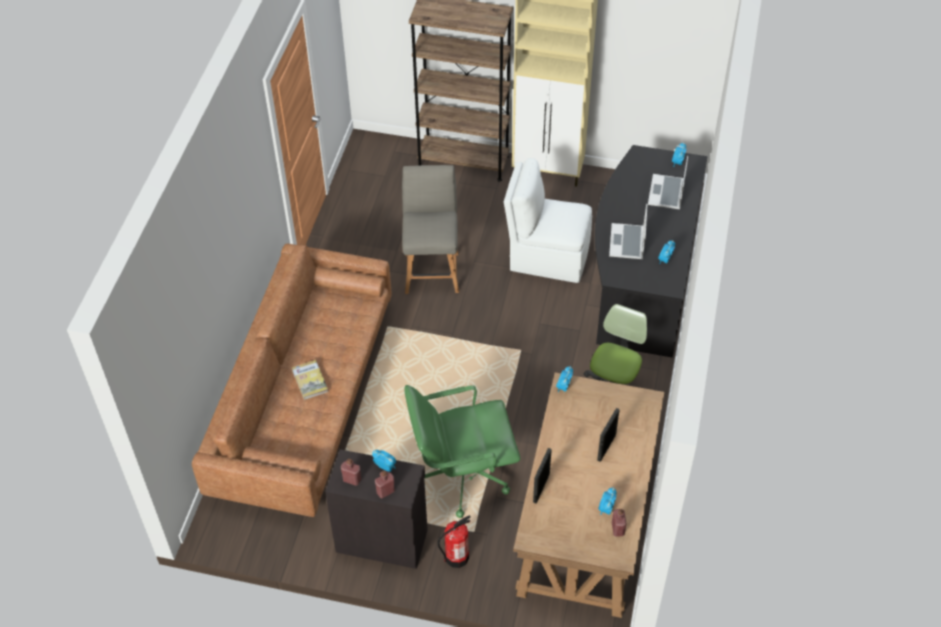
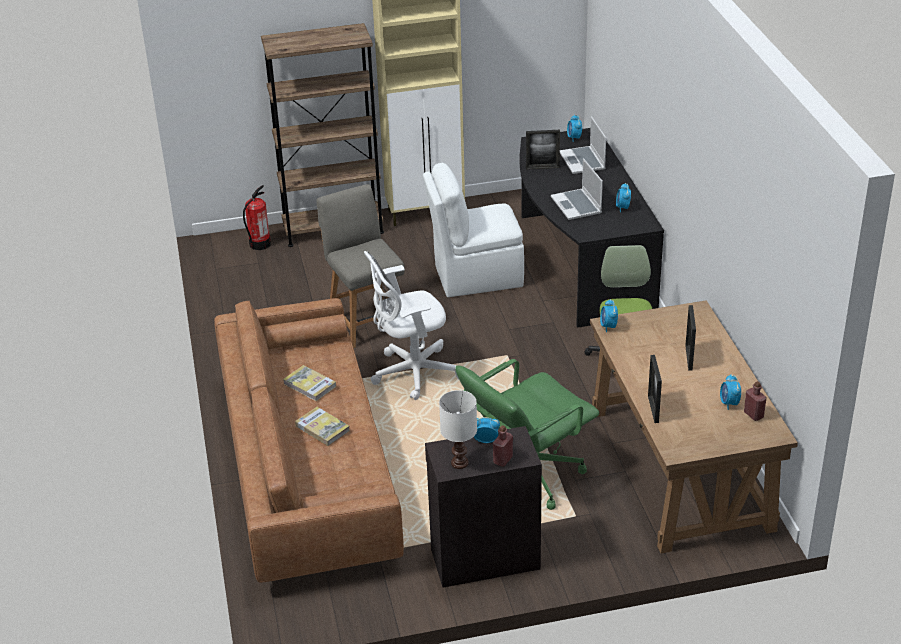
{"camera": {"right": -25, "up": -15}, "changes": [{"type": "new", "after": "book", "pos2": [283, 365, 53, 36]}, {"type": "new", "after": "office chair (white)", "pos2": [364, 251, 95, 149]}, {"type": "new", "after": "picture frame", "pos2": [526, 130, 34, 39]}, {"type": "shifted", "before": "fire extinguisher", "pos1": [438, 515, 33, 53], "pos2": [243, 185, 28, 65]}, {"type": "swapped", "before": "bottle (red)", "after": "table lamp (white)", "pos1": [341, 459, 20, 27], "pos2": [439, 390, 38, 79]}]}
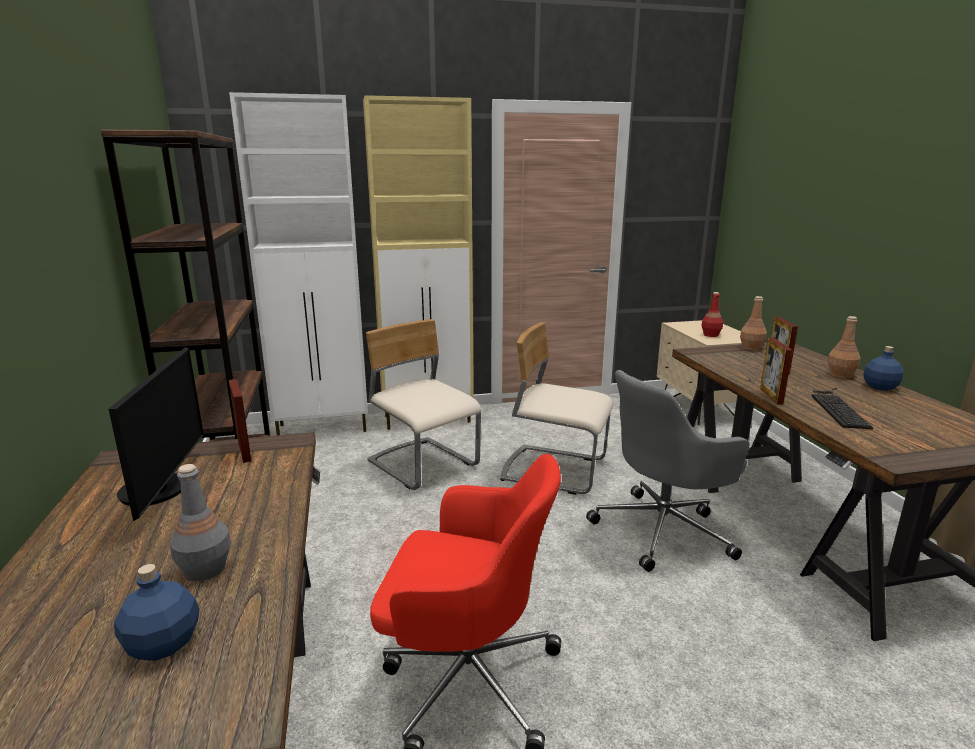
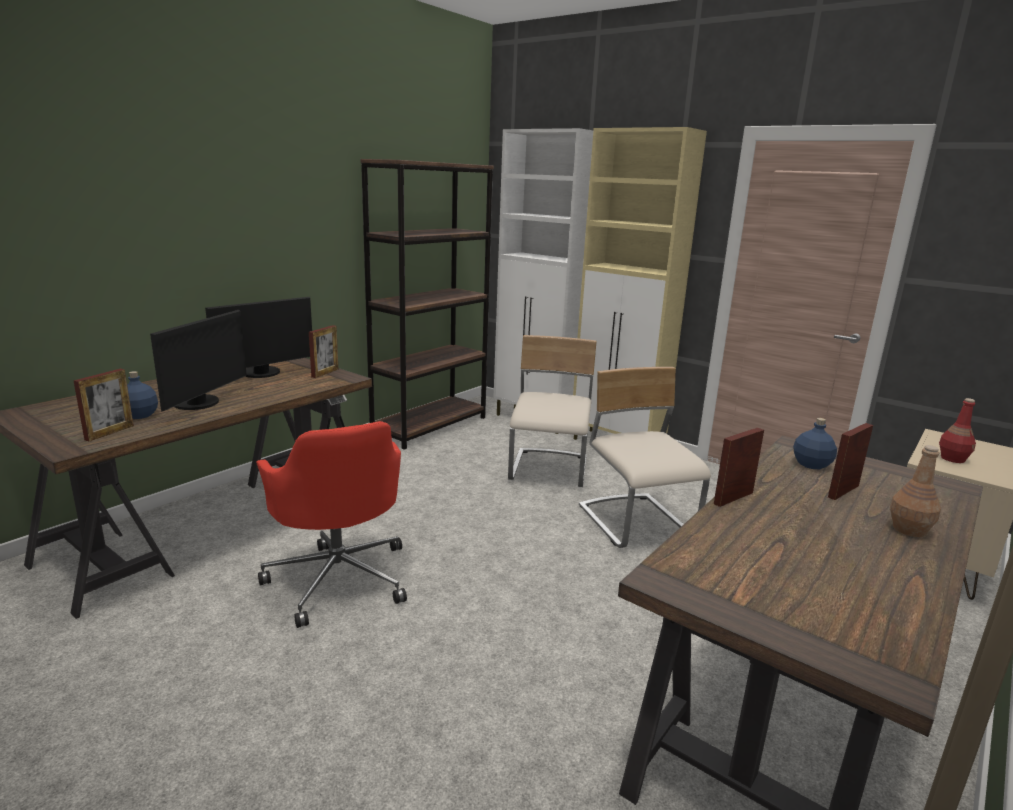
{"camera": {"right": 50, "up": 0}, "changes": [{"type": "gone", "before": "office chair (grey)", "pos1": [586, 370, 163, 202]}, {"type": "gone", "before": "bottle (brown)", "pos1": [740, 296, 27, 55]}, {"type": "gone", "before": "keyboard", "pos1": [812, 388, 61, 41]}, {"type": "new", "after": "picture frame", "pos2": [74, 369, 60, 72]}, {"type": "shifted", "before": "bottle (blue)", "pos1": [863, 346, 41, 45], "pos2": [793, 418, 44, 51]}, {"type": "swapped", "before": "bottle (grey)", "after": "monitor", "pos1": [170, 464, 61, 117], "pos2": [150, 310, 97, 102]}]}
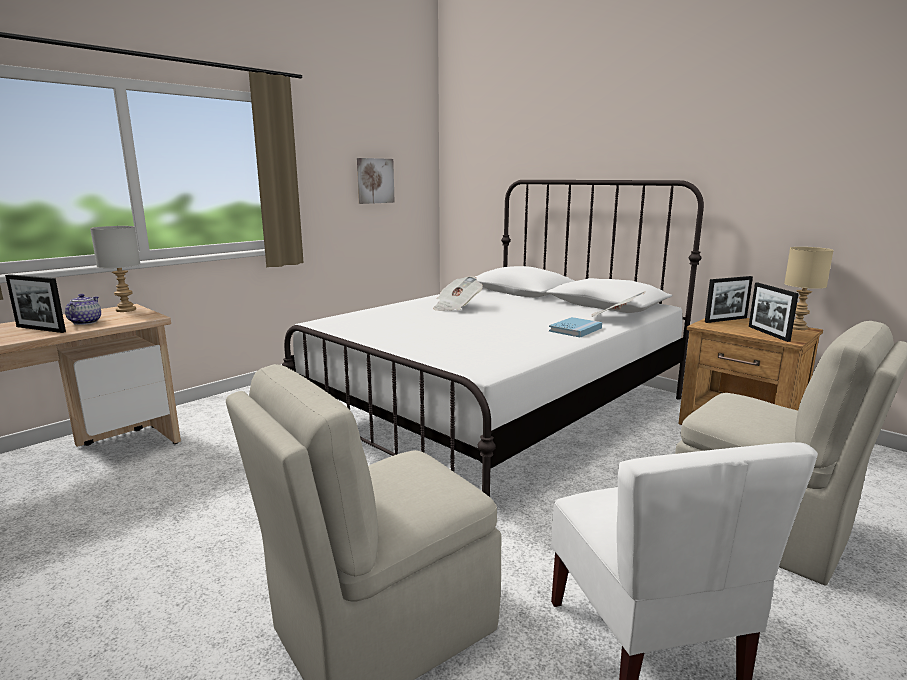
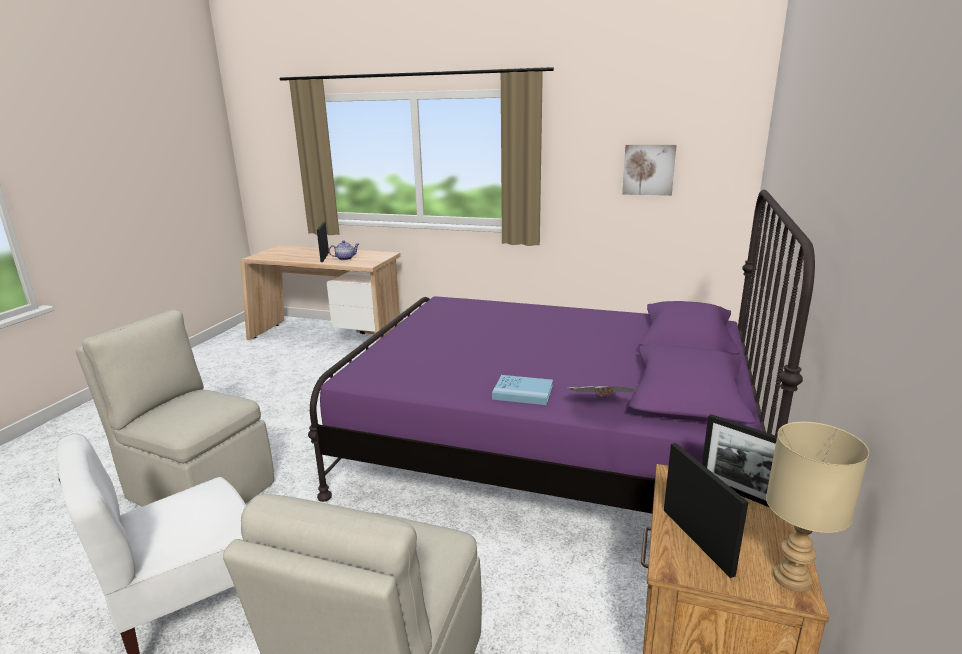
{"camera": {"right": 65, "up": 5}, "changes": [{"type": "gone", "before": "table lamp (grey)", "pos1": [90, 226, 50, 86]}, {"type": "gone", "before": "newspaper", "pos1": [433, 276, 50, 35]}, {"type": "repainted", "before": "bed (white)", "after": "bed (purple)", "pos1": [282, 180, 422, 317], "pos2": [308, 190, 507, 324]}, {"type": "rotated", "before": "picture frame", "pos1": [749, 283, 50, 59], "pos2": [664, 443, 84, 135], "turn": 105}]}
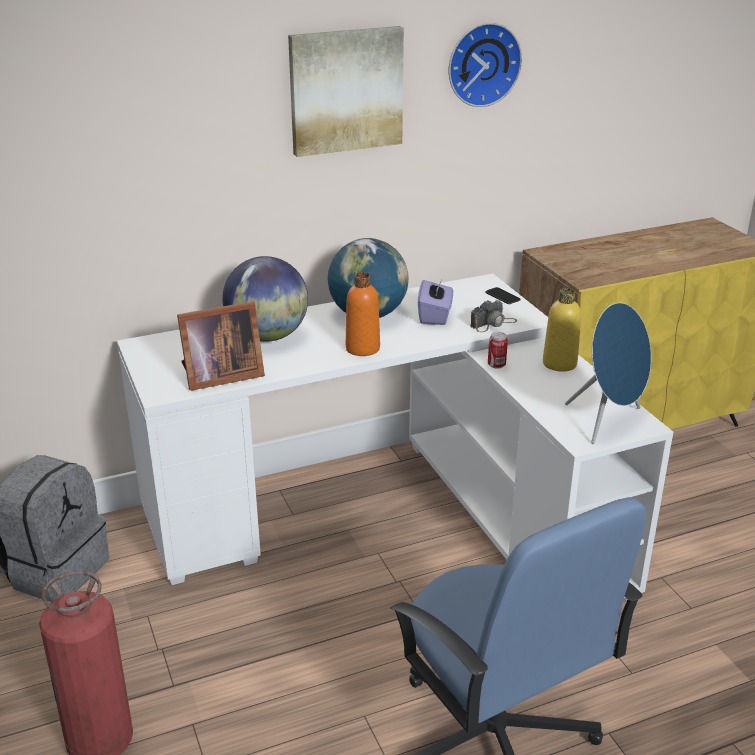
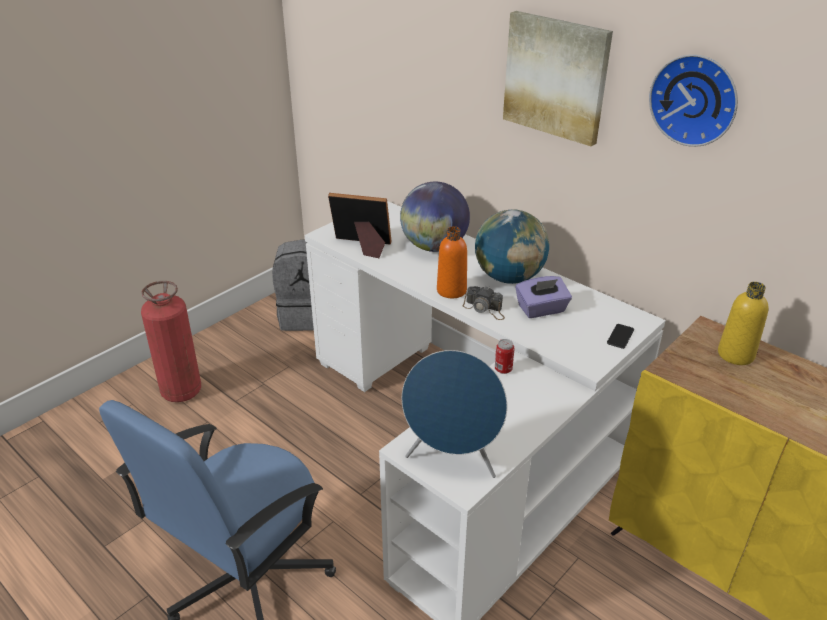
{"camera": {"right": 65, "up": 5}, "changes": [{"type": "shifted", "before": "photo camera", "pos1": [470, 300, 47, 32], "pos2": [463, 286, 42, 34]}, {"type": "shifted", "before": "bottle (yellow)", "pos1": [543, 288, 38, 84], "pos2": [718, 282, 50, 83]}, {"type": "rotated", "before": "picture frame", "pos1": [177, 301, 88, 90], "pos2": [328, 193, 64, 65], "turn": 150}]}
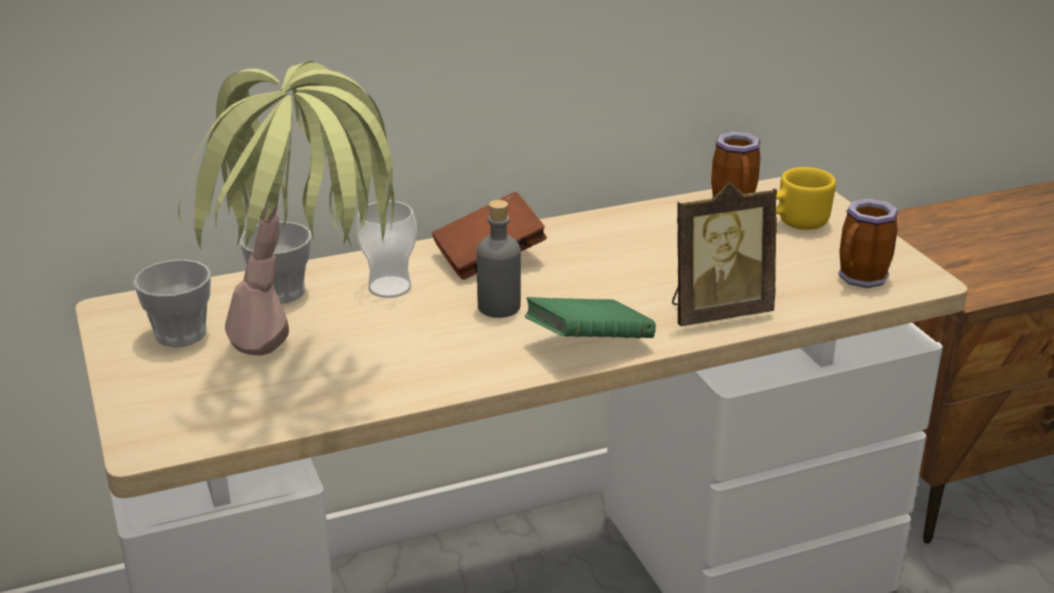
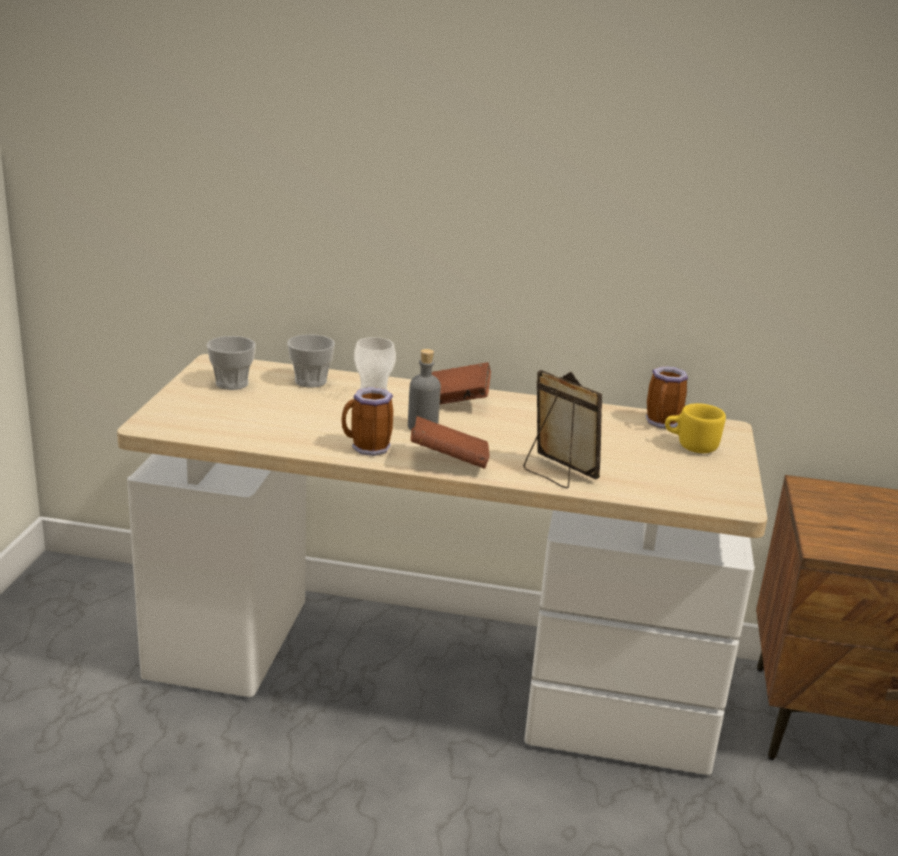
{"camera": {"right": 30, "up": -5}, "changes": [{"type": "gone", "before": "potted plant", "pos1": [178, 61, 216, 294]}, {"type": "shifted", "before": "mug", "pos1": [838, 198, 61, 90], "pos2": [341, 387, 52, 69]}, {"type": "repainted", "before": "book (green)", "after": "book (brown)", "pos1": [524, 297, 132, 41], "pos2": [411, 416, 79, 53]}, {"type": "rotated", "before": "picture frame", "pos1": [672, 182, 105, 144], "pos2": [523, 370, 79, 119], "turn": -150}]}
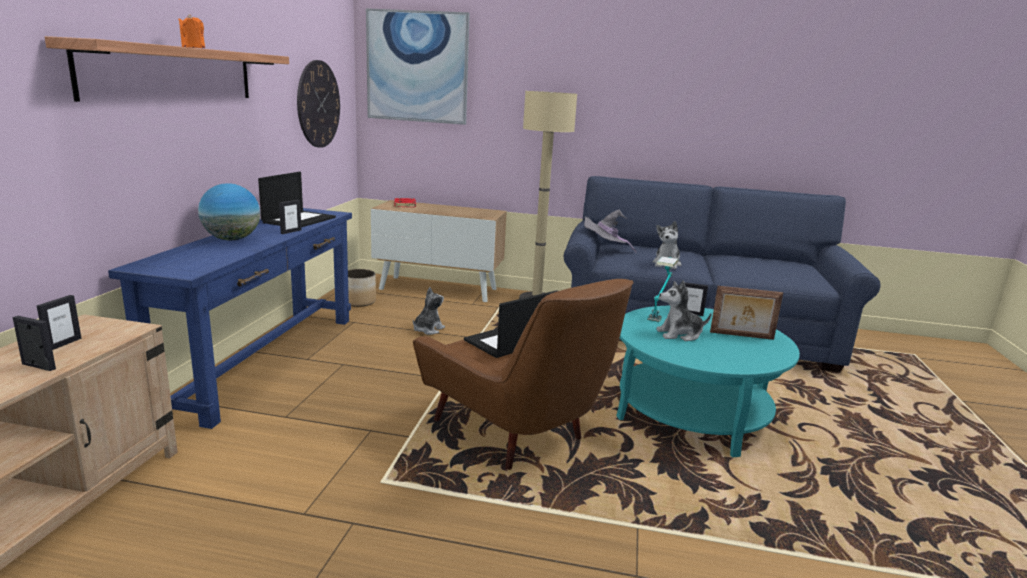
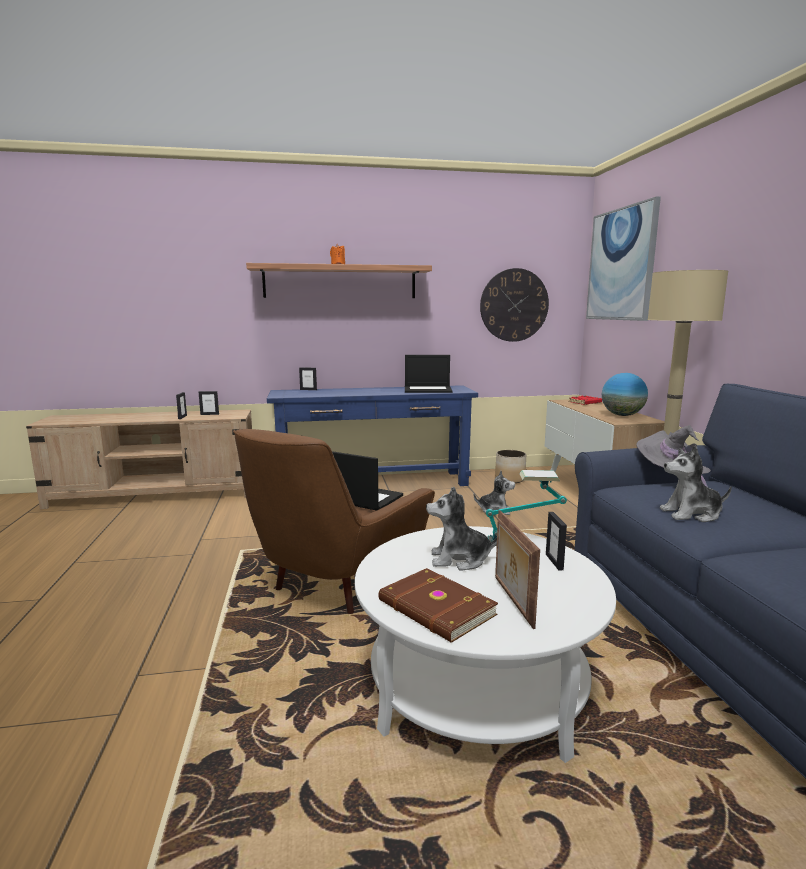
{"camera": {"right": 70, "up": -5}, "changes": [{"type": "new", "after": "book (brown)", "pos2": [379, 568, 119, 74]}, {"type": "shifted", "before": "globe", "pos1": [198, 183, 62, 58], "pos2": [602, 373, 46, 43]}, {"type": "shifted", "before": "picture frame", "pos1": [279, 200, 23, 34], "pos2": [299, 367, 18, 23]}, {"type": "repainted", "before": "coffee table (turquoise)", "after": "coffee table (white)", "pos1": [616, 306, 184, 151], "pos2": [355, 526, 261, 237]}, {"type": "rotated", "before": "plush toy", "pos1": [656, 280, 56, 61], "pos2": [426, 487, 71, 84], "turn": -60}]}
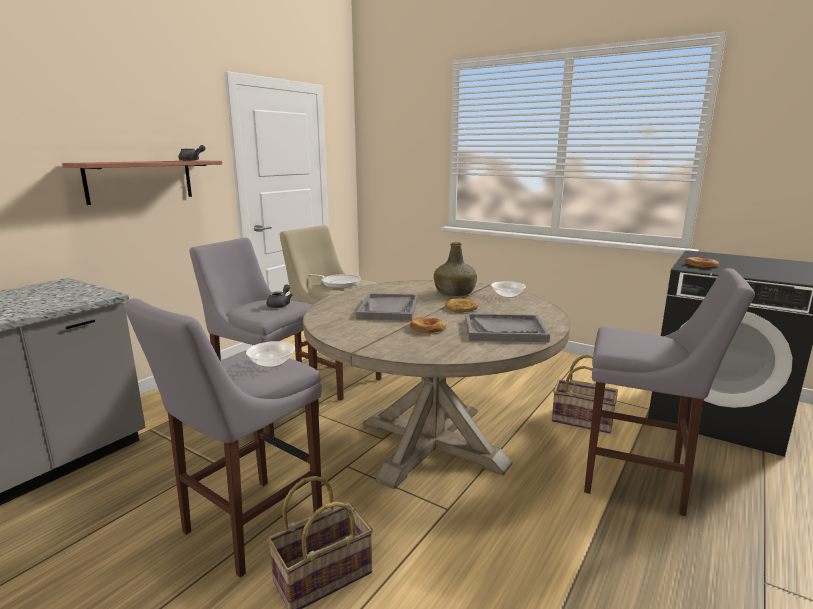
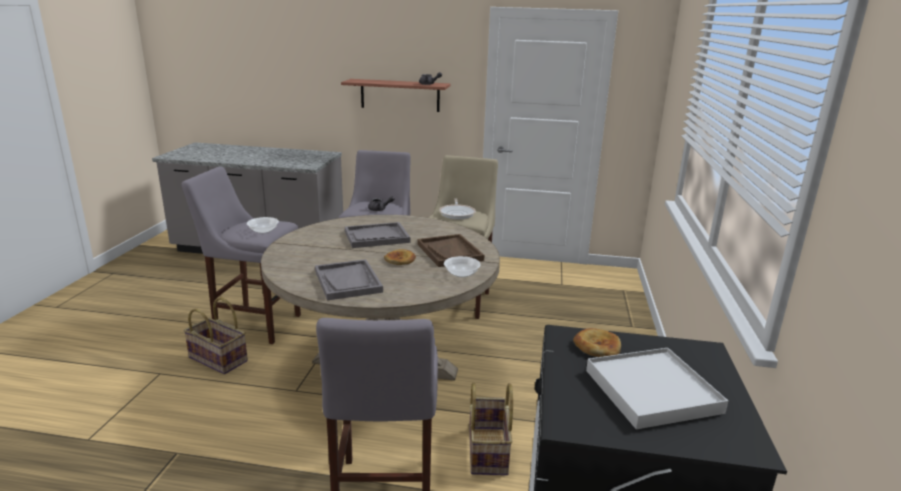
{"camera": {"right": 65, "up": 5}, "changes": [{"type": "gone", "before": "bread", "pos1": [409, 317, 37, 16]}, {"type": "new", "after": "tray (white)", "pos2": [586, 348, 142, 81]}, {"type": "swapped", "before": "bottle (green)", "after": "tray (brown)", "pos1": [434, 242, 43, 54], "pos2": [417, 234, 68, 33]}]}
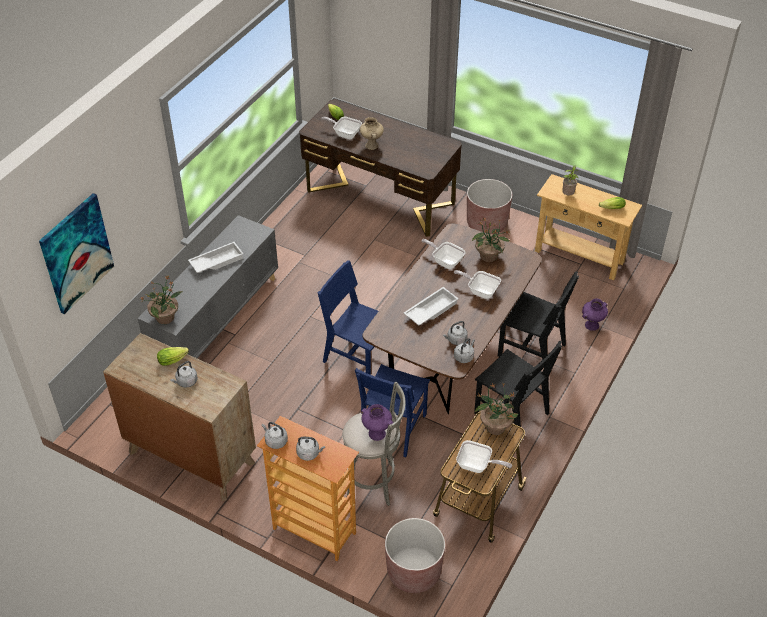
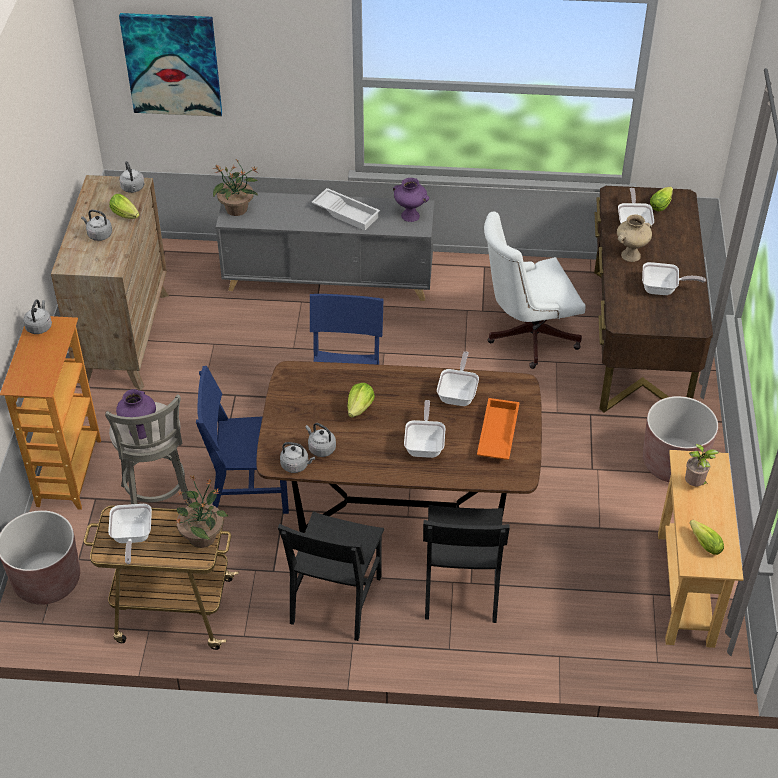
{"camera": {"right": 65, "up": 0}, "changes": [{"type": "new", "after": "office chair (white)", "pos2": [484, 212, 101, 157]}, {"type": "new", "after": "frying pan", "pos2": [642, 262, 64, 33]}, {"type": "shifted", "before": "kettle (grey)", "pos1": [296, 437, 29, 24], "pos2": [119, 161, 26, 32]}, {"type": "shifted", "before": "vase (purple)", "pos1": [582, 298, 26, 33], "pos2": [393, 178, 36, 44]}, {"type": "swapped", "before": "tray (white)", "after": "lettuce", "pos1": [404, 287, 55, 38], "pos2": [347, 383, 28, 35]}, {"type": "swapped", "before": "potted plant", "after": "tray (orange)", "pos1": [472, 217, 38, 45], "pos2": [477, 398, 43, 62]}]}
